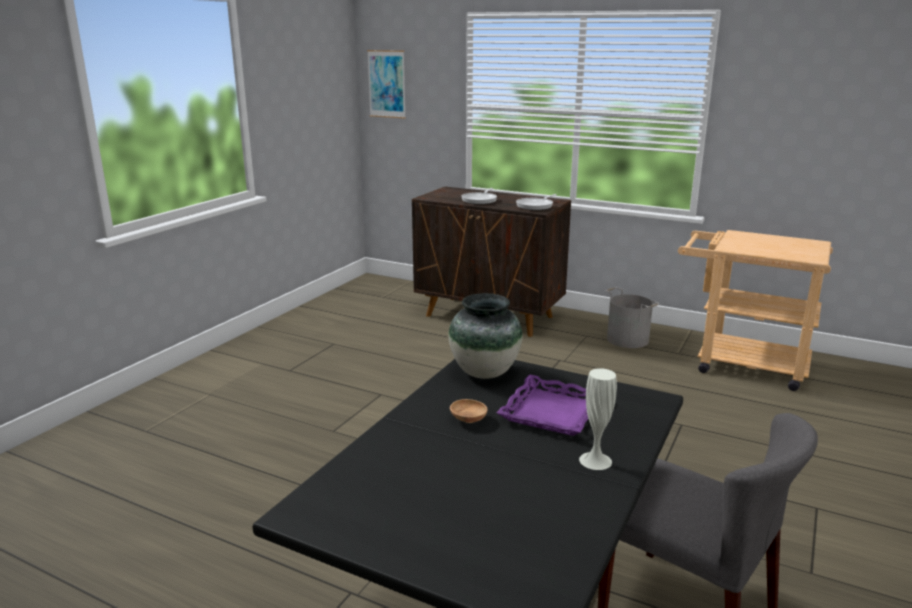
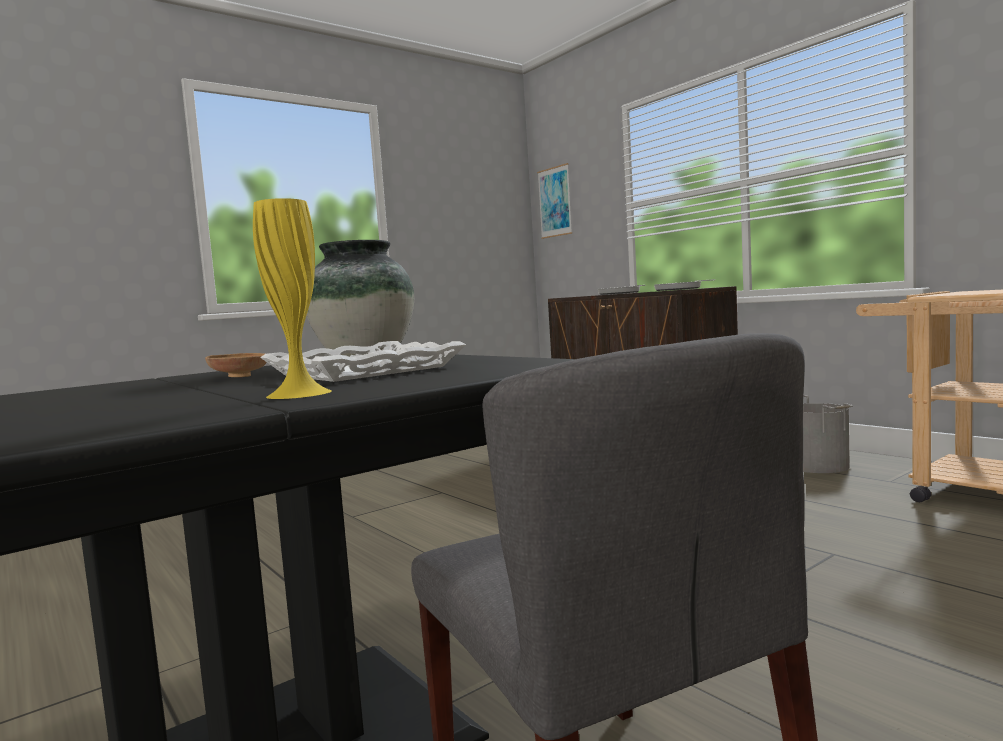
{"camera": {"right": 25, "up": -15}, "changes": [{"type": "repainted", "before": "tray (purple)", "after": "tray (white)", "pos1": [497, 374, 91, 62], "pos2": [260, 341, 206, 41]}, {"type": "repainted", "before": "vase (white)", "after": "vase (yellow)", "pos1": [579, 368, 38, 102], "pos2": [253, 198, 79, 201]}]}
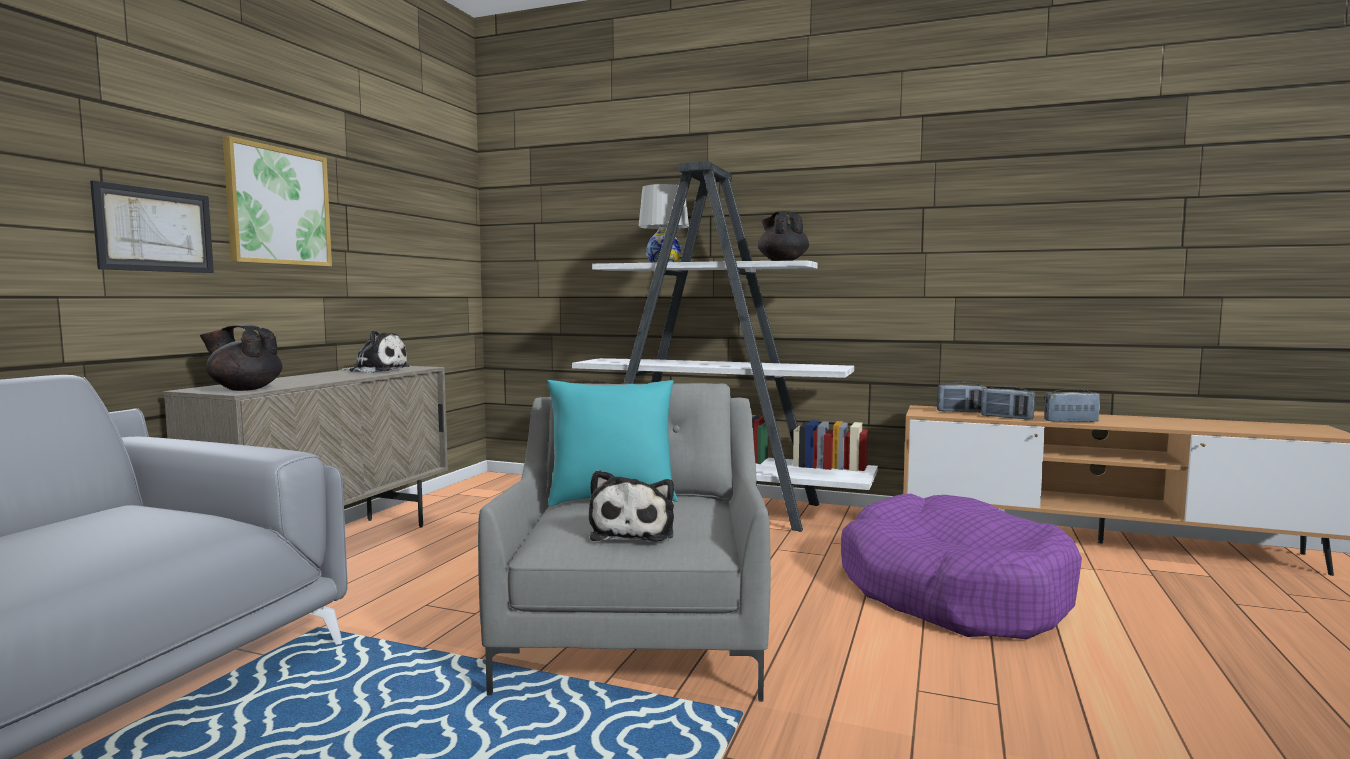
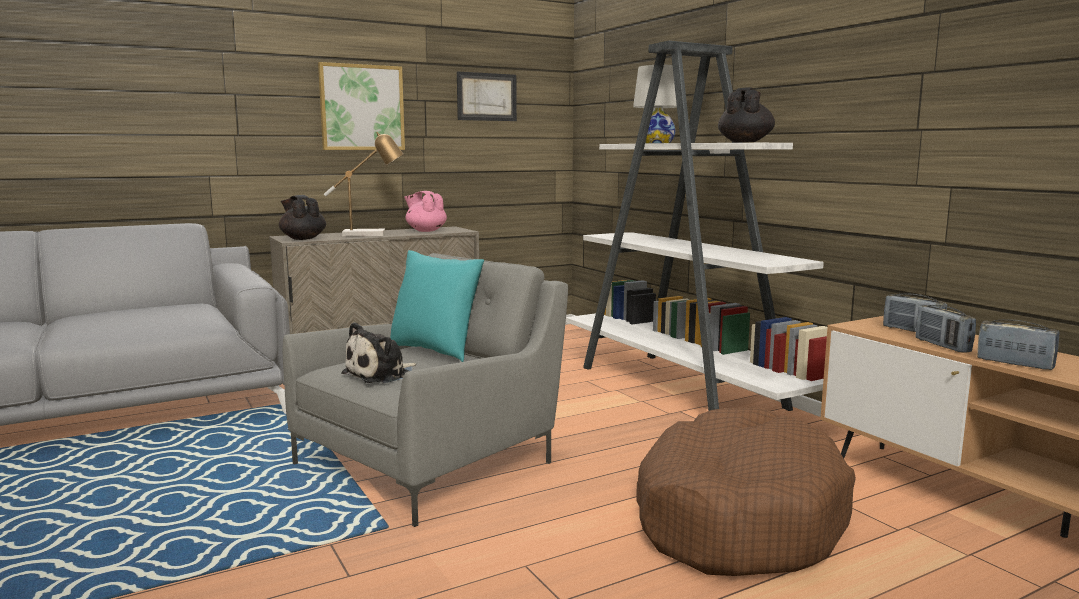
{"camera": {"right": 40, "up": 5}, "changes": [{"type": "new", "after": "table lamp", "pos2": [324, 132, 79, 105]}, {"type": "shifted", "before": "picture", "pos1": [90, 180, 124, 93], "pos2": [457, 71, 60, 50]}, {"type": "swapped", "before": "plush toy", "after": "teapot (pink)", "pos1": [340, 330, 70, 43], "pos2": [404, 191, 43, 41]}, {"type": "repainted", "before": "dog bed (purple)", "after": "dog bed (brown)", "pos1": [841, 494, 241, 145], "pos2": [637, 407, 219, 169]}]}
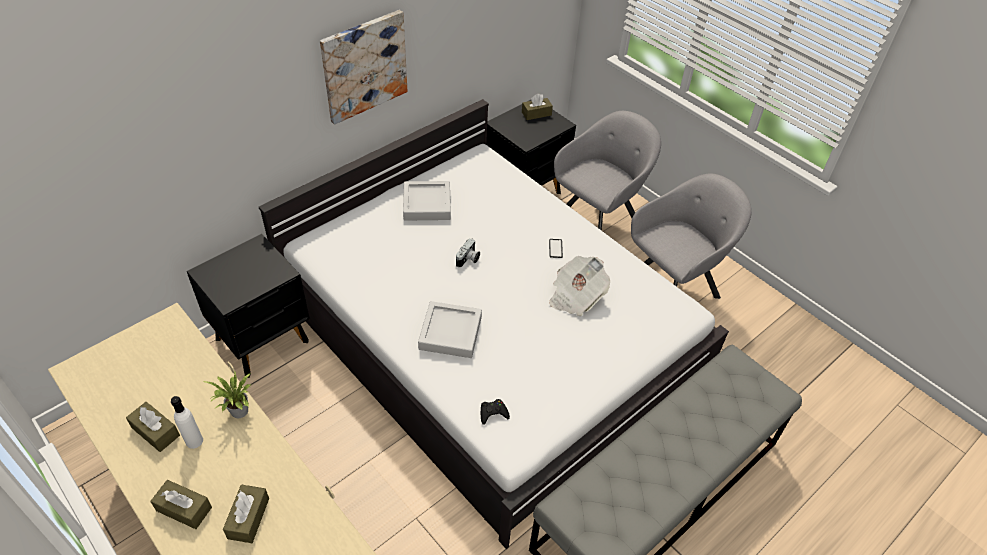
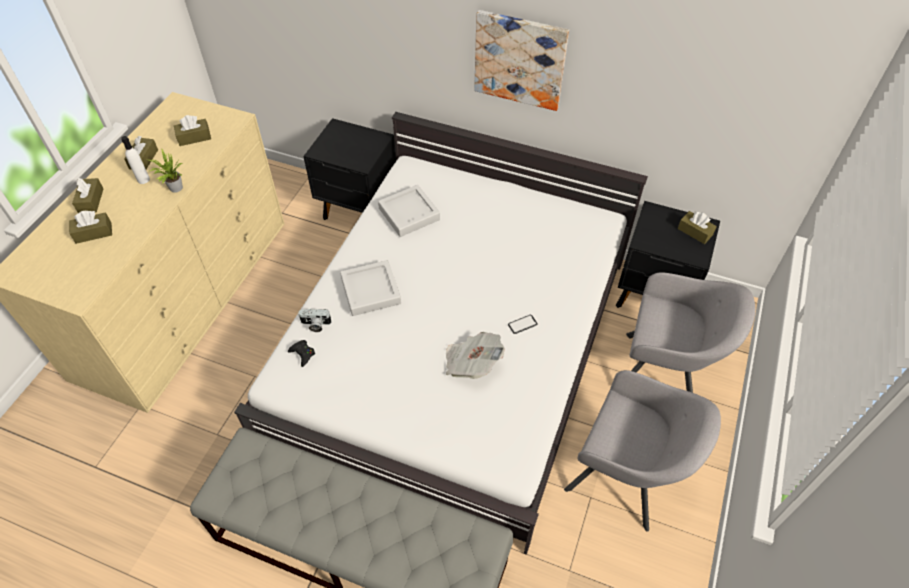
{"camera": {"right": 65, "up": 5}, "changes": [{"type": "new", "after": "tissue box (brown)", "pos2": [174, 115, 37, 31]}, {"type": "shifted", "before": "tray (grey)", "pos1": [403, 181, 48, 40], "pos2": [378, 185, 62, 52]}, {"type": "shifted", "before": "photo camera", "pos1": [456, 238, 24, 30], "pos2": [298, 309, 34, 23]}]}
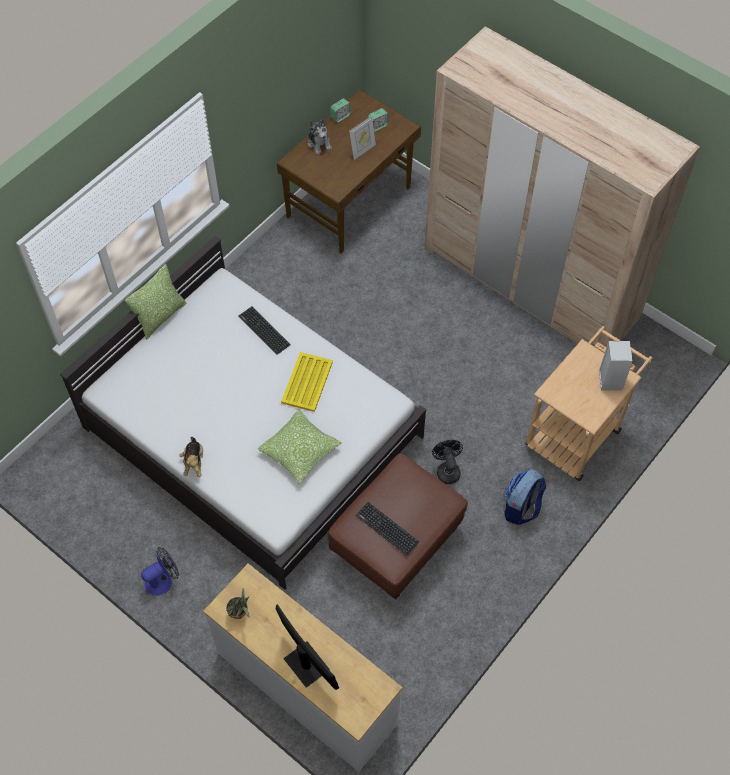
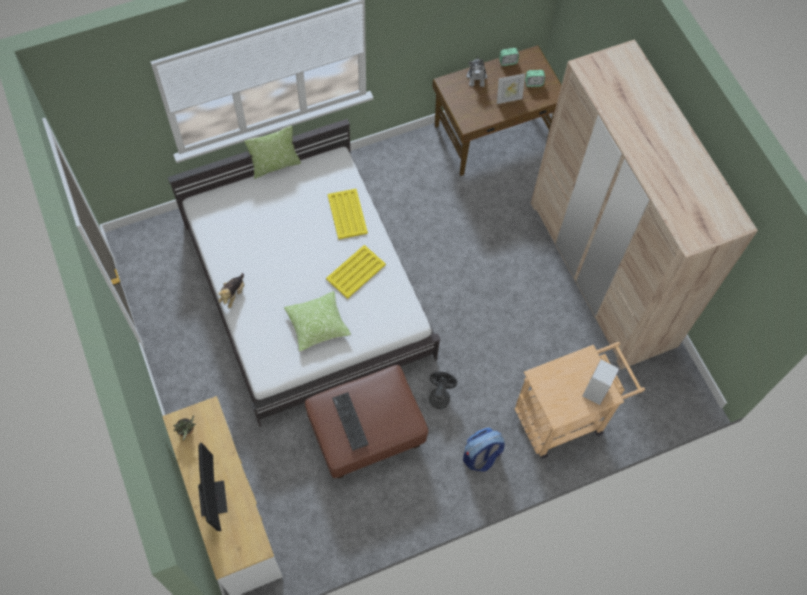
{"camera": {"right": 25, "up": 5}, "changes": [{"type": "gone", "before": "fan", "pos1": [141, 547, 38, 49]}, {"type": "swapped", "before": "keyboard", "after": "tray (yellow)", "pos1": [238, 307, 53, 48], "pos2": [328, 189, 40, 51]}]}
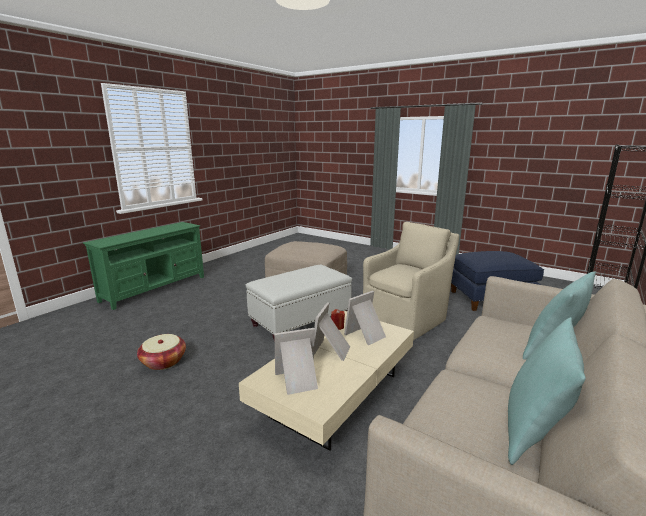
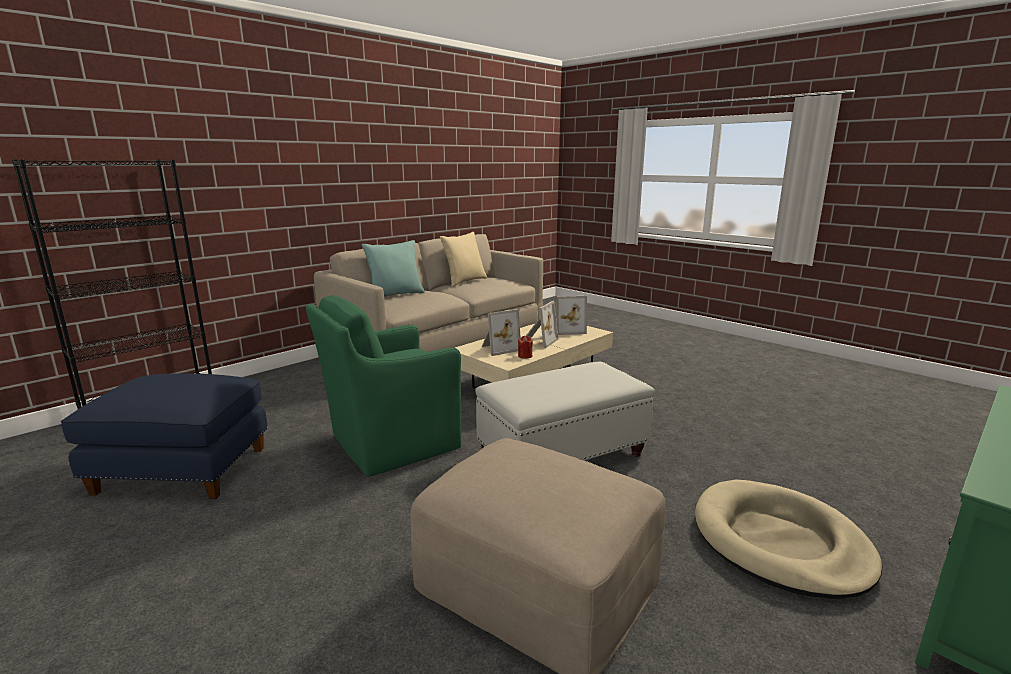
{"camera": {"right": -170, "up": 0}, "changes": [{"type": "gone", "before": "basket", "pos1": [137, 334, 49, 36]}, {"type": "new", "after": "dog bed (beige)", "pos2": [695, 479, 187, 120]}, {"type": "repainted", "before": "armchair (beige)", "after": "armchair (green)", "pos1": [363, 222, 96, 118], "pos2": [306, 295, 155, 182]}, {"type": "repainted", "before": "pillow (turquoise)", "after": "pillow (beige)", "pos1": [508, 317, 78, 148], "pos2": [440, 232, 47, 55]}]}
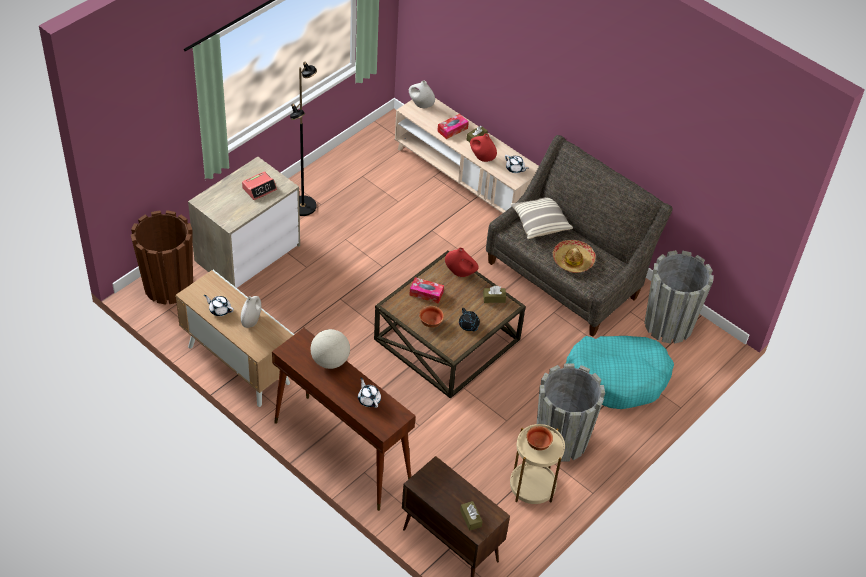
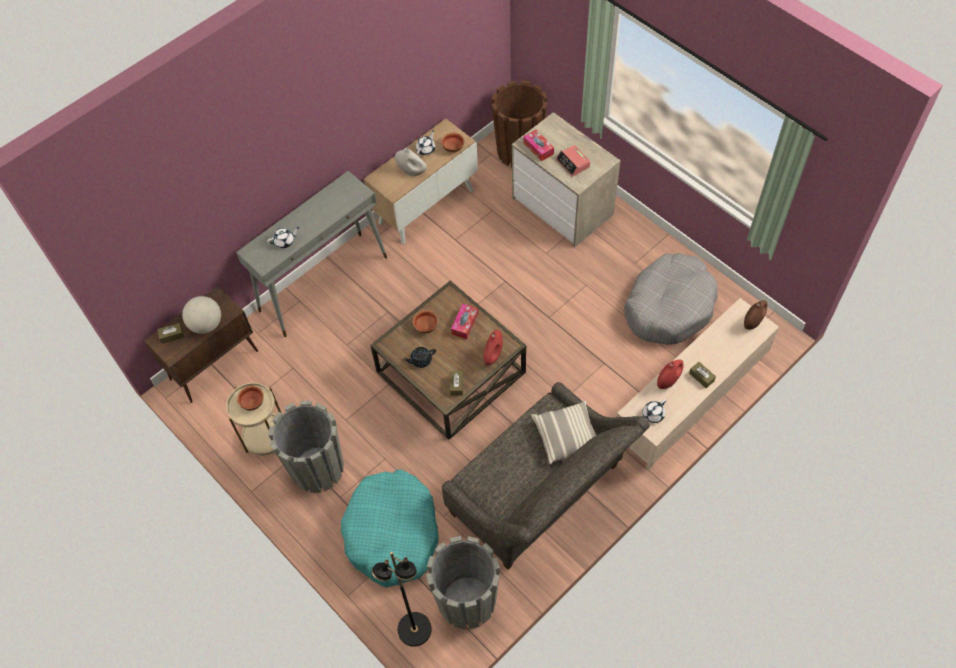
{"camera": {"right": 100, "up": 10}, "changes": [{"type": "gone", "before": "hat", "pos1": [553, 240, 43, 33]}, {"type": "new", "after": "bowl", "pos2": [441, 132, 24, 21]}, {"type": "new", "after": "dog bed (grey)", "pos2": [624, 253, 94, 92]}, {"type": "shifted", "before": "floor lamp (black)", "pos1": [290, 61, 27, 155], "pos2": [372, 552, 60, 95]}, {"type": "shifted", "before": "globe", "pos1": [311, 329, 39, 40], "pos2": [182, 296, 39, 38]}, {"type": "shifted", "before": "tissue box", "pos1": [437, 114, 32, 25], "pos2": [524, 130, 30, 31]}, {"type": "repainted", "before": "console table (brown)", "after": "console table (grey)", "pos1": [272, 327, 143, 184], "pos2": [236, 171, 151, 166]}, {"type": "repainted", "before": "vase (white)", "after": "vase (brown)", "pos1": [409, 80, 26, 28], "pos2": [744, 300, 23, 30]}]}
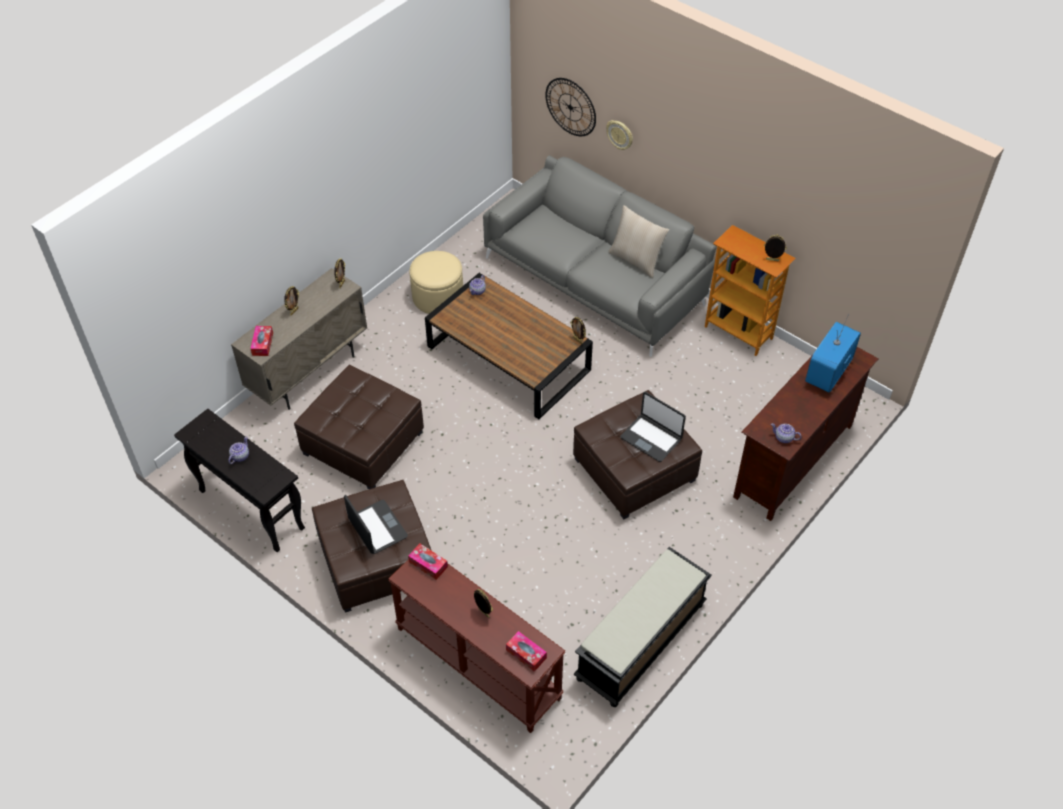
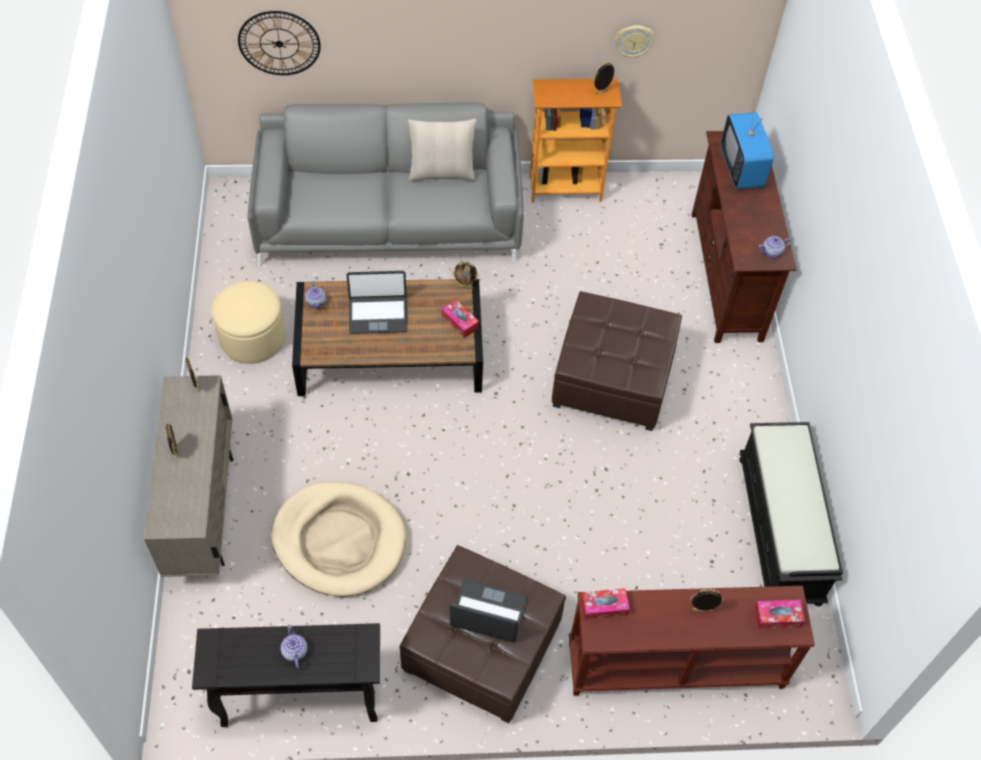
{"camera": {"right": -45, "up": 5}, "changes": [{"type": "shifted", "before": "tissue box", "pos1": [250, 326, 23, 30], "pos2": [441, 299, 38, 39]}, {"type": "shifted", "before": "wall clock", "pos1": [606, 120, 27, 30], "pos2": [615, 25, 40, 34]}, {"type": "shifted", "before": "laptop", "pos1": [620, 392, 66, 70], "pos2": [346, 271, 62, 63]}, {"type": "swapped", "before": "ottoman (brown)", "after": "dog bed (beige)", "pos1": [294, 365, 130, 124], "pos2": [271, 481, 135, 116]}]}
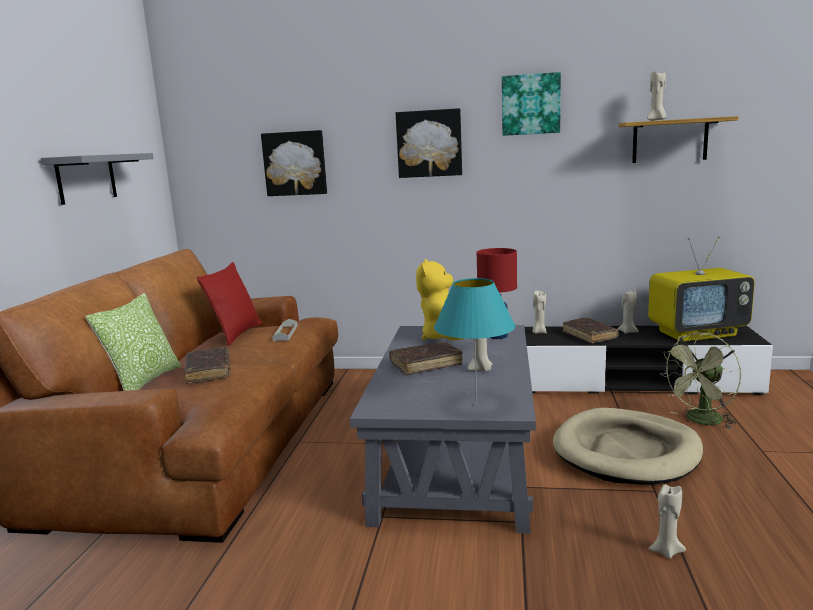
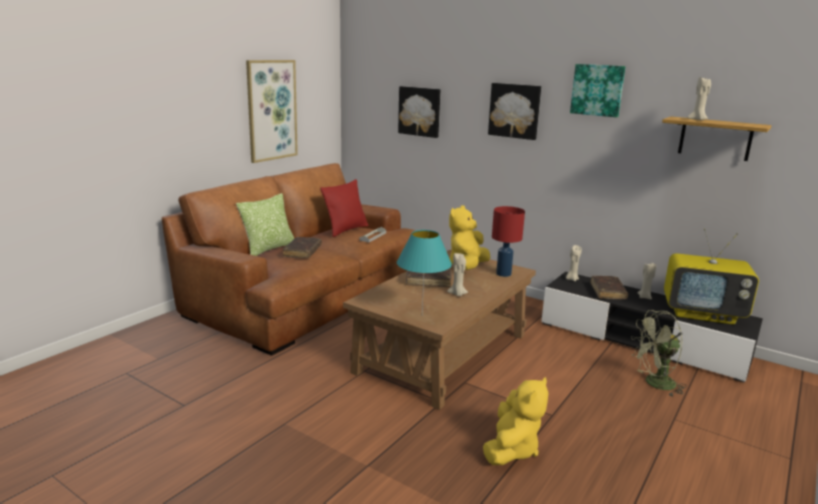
{"camera": {"right": 25, "up": 5}, "changes": [{"type": "gone", "before": "dog bed (beige)", "pos1": [553, 408, 150, 77]}, {"type": "swapped", "before": "shelf (grey)", "after": "picture", "pos1": [41, 153, 113, 52], "pos2": [246, 60, 52, 103]}, {"type": "swapped", "before": "candle (beige)", "after": "plush toy (yellow)", "pos1": [649, 484, 37, 75], "pos2": [483, 377, 66, 88]}, {"type": "repainted", "before": "coffee table (grey)", "after": "coffee table (brown)", "pos1": [350, 325, 186, 209], "pos2": [343, 250, 193, 160]}]}
